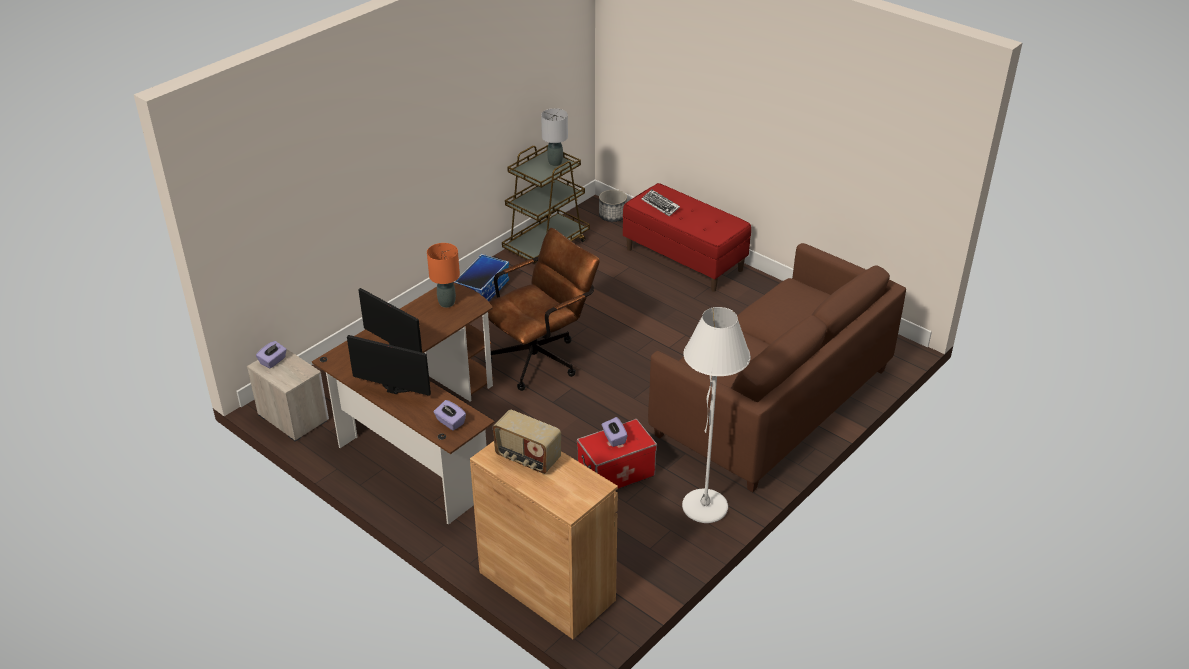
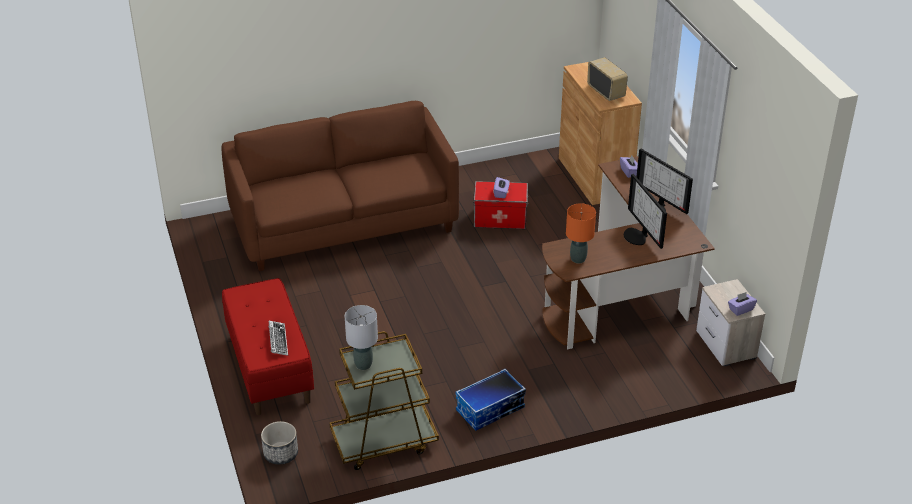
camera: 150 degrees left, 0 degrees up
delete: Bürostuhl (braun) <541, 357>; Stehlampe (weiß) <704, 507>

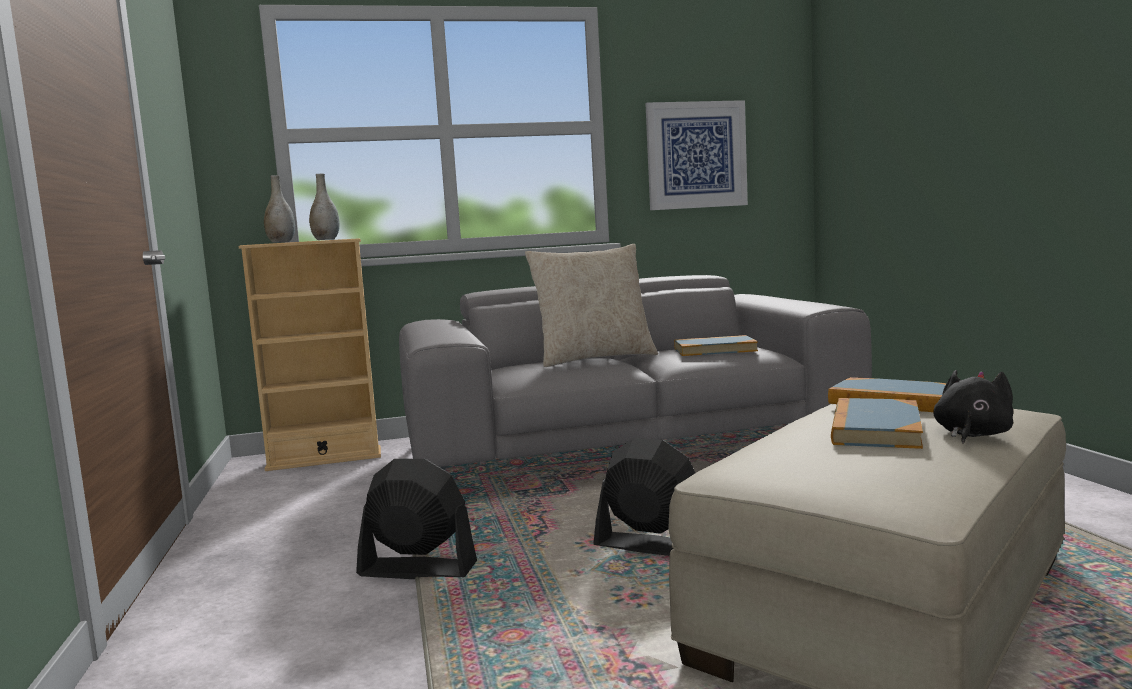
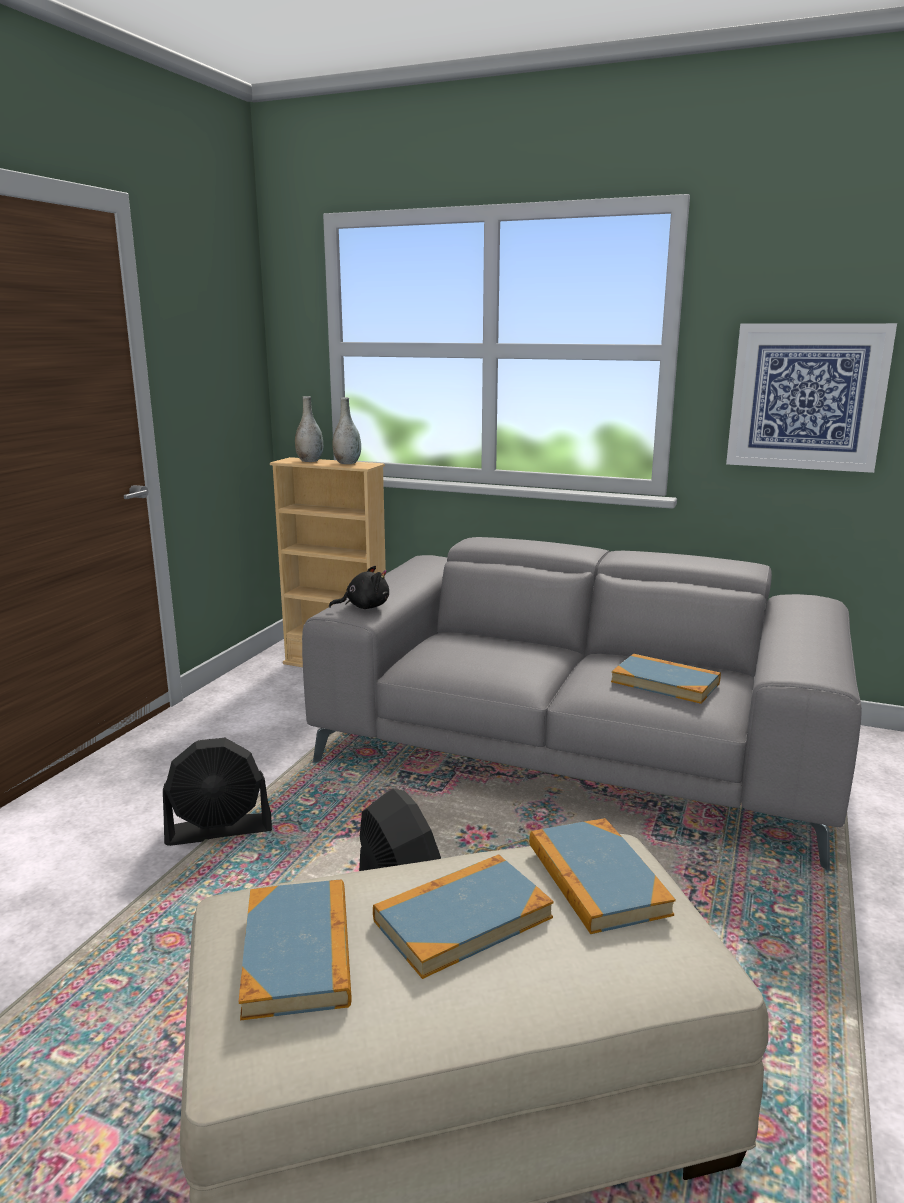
camera: 35 degrees right, 10 degrees up
delete: Kissen (beige) <594, 358>
insert: Buch <298, 952>
move: Plüschtier (schwarz) <972, 435> to <364, 607>
rotate: Ventilator (schwarz) <417, 569> = <220, 830> 120 degrees clockwise

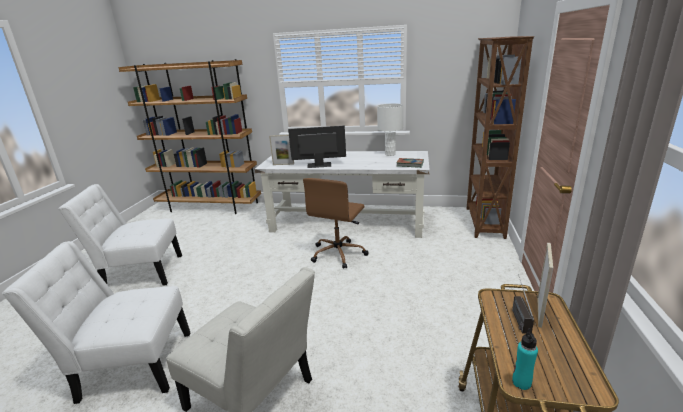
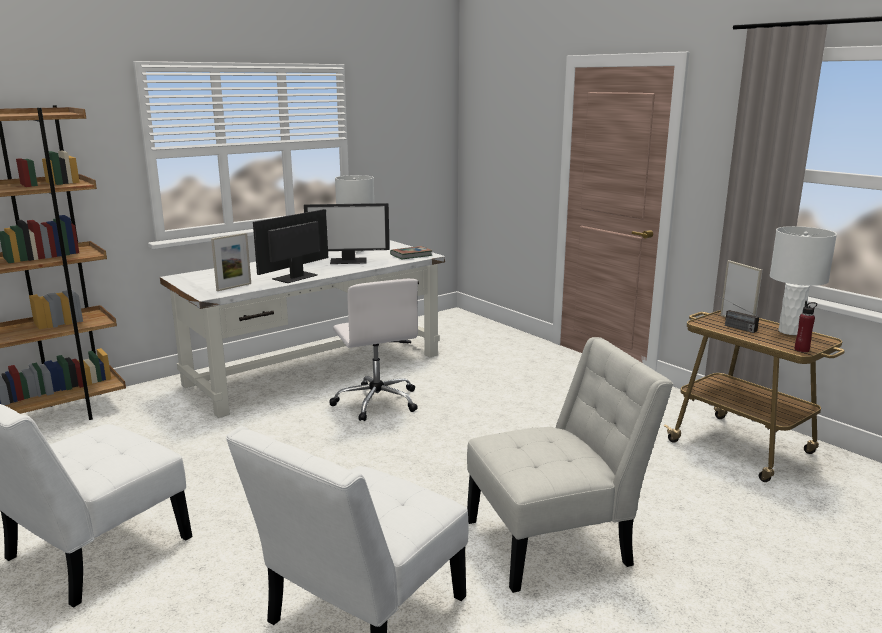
camera: 50 degrees left, 5 degrees down
delete: Bücherregal (braun) <484, 222>
insert: Monitor <349, 261>; Tischlampe (weiß) <789, 331>
recolor: Bürostuhl (braun) <338, 254> to Bürostuhl (weiß) <377, 402>; Flasche (türkis) <521, 382> to Flasche (rot) <801, 350>

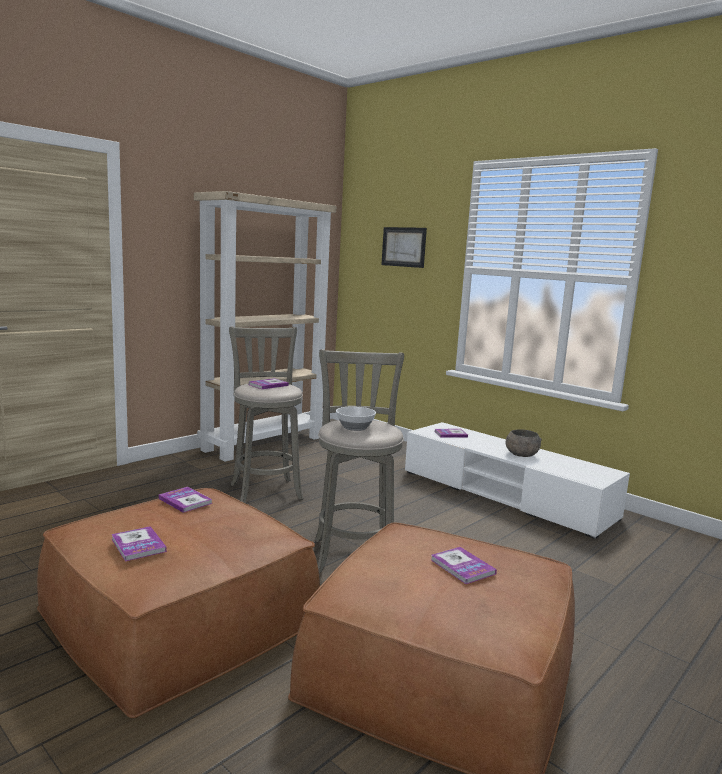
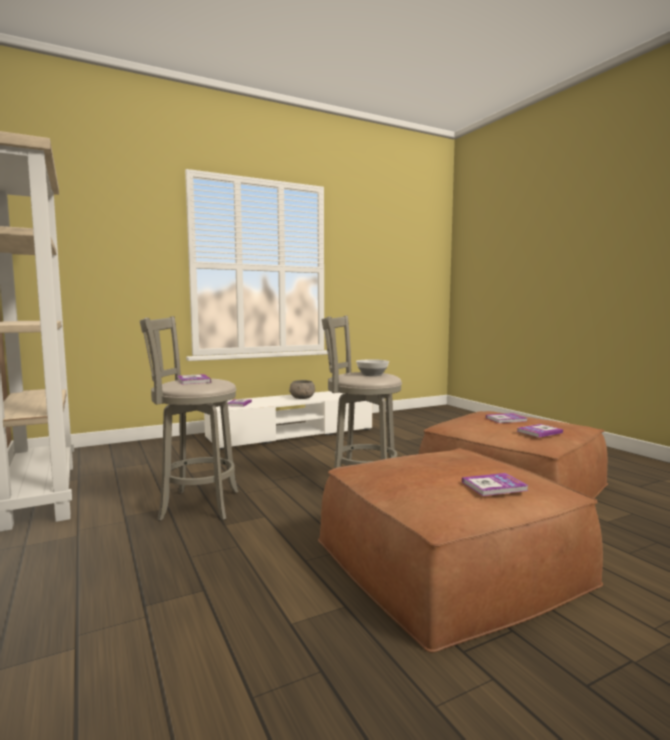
camera: 70 degrees left, 5 degrees down
delete: Bild <403, 247>
move: Buch <185, 501> to <539, 432>

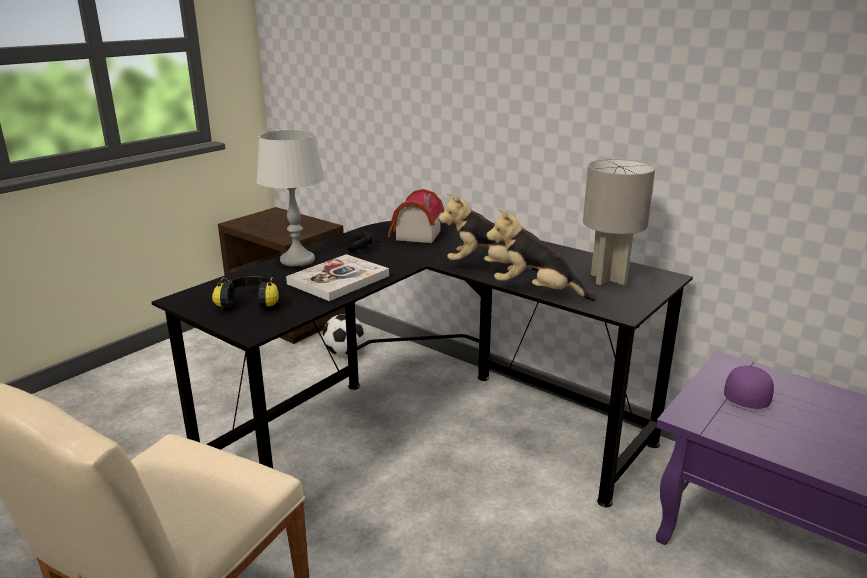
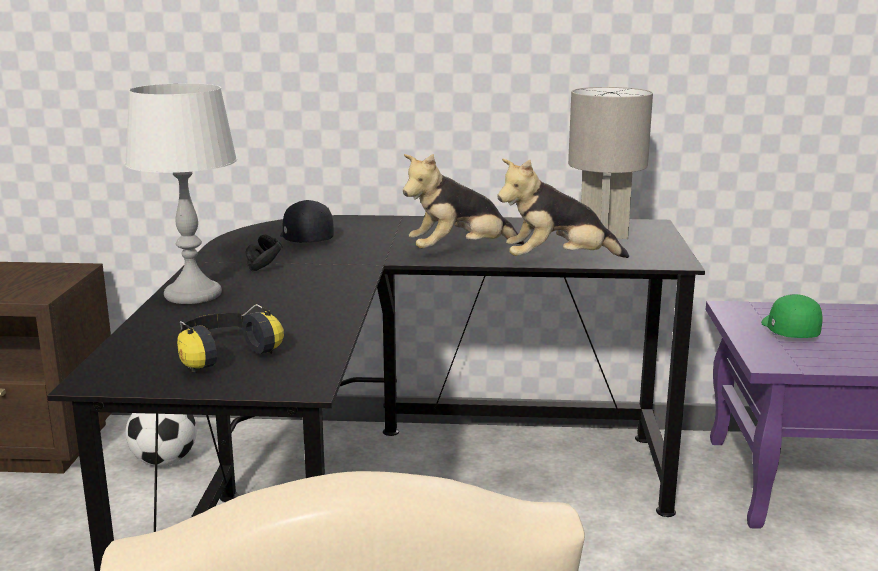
camera: 35 degrees left, 5 degrees down
delete: Buch <338, 280>
replace: Spielzeughaus <415, 235> to Kappe (schwarz) <305, 238>
recolor: Kappe (lila) <747, 396> to Kappe (grün) <788, 330>

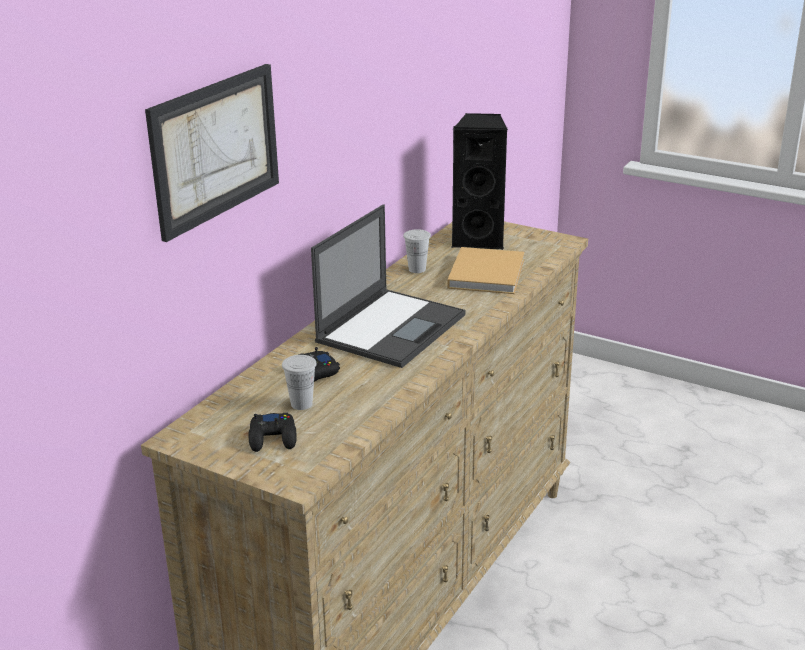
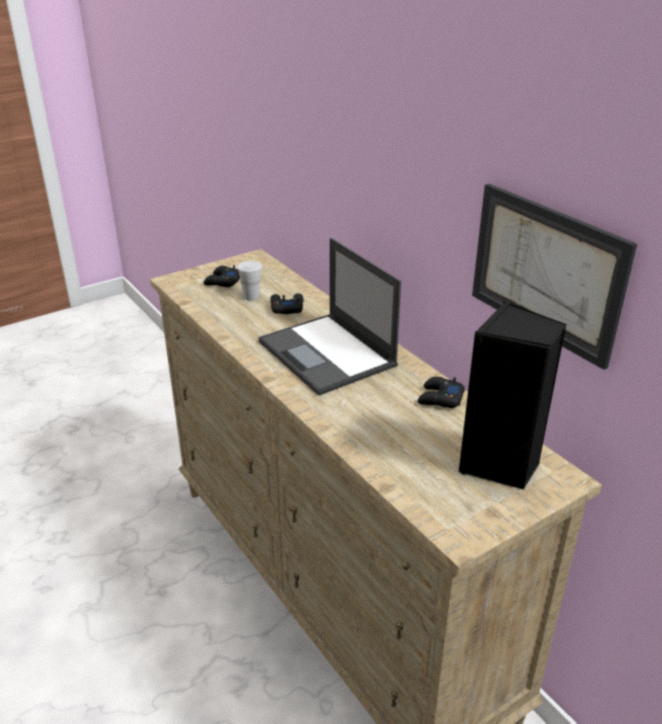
camera: 115 degrees right, 5 degrees up
delete: Buch (beige) <487, 272>
move: Bild <215, 149> to <546, 272>
replace: Tasse (weiß) <417, 269> to Gamepad (schwarz) <440, 398>

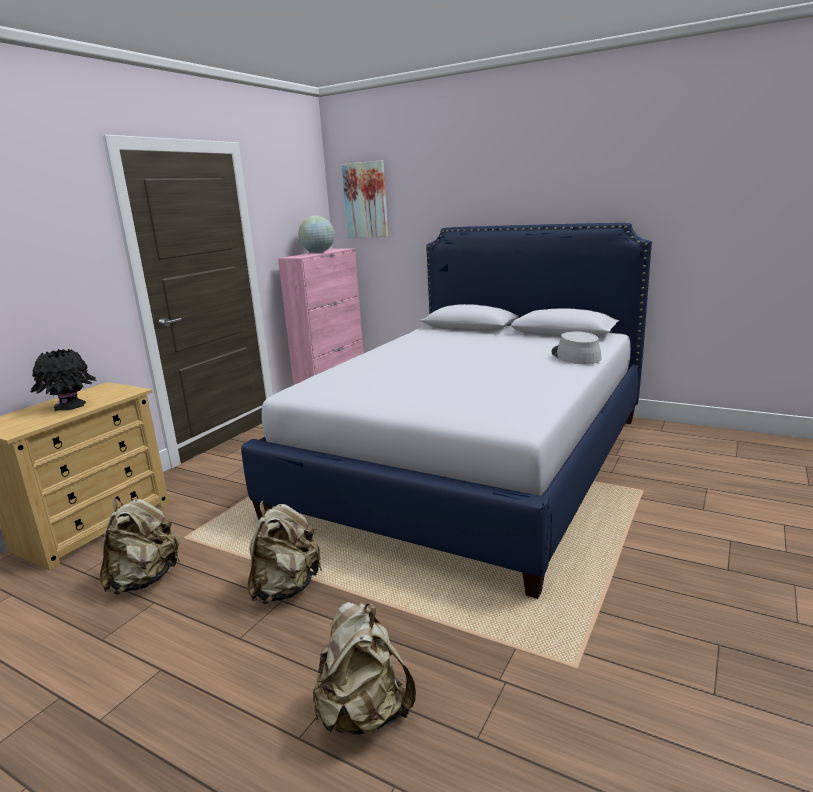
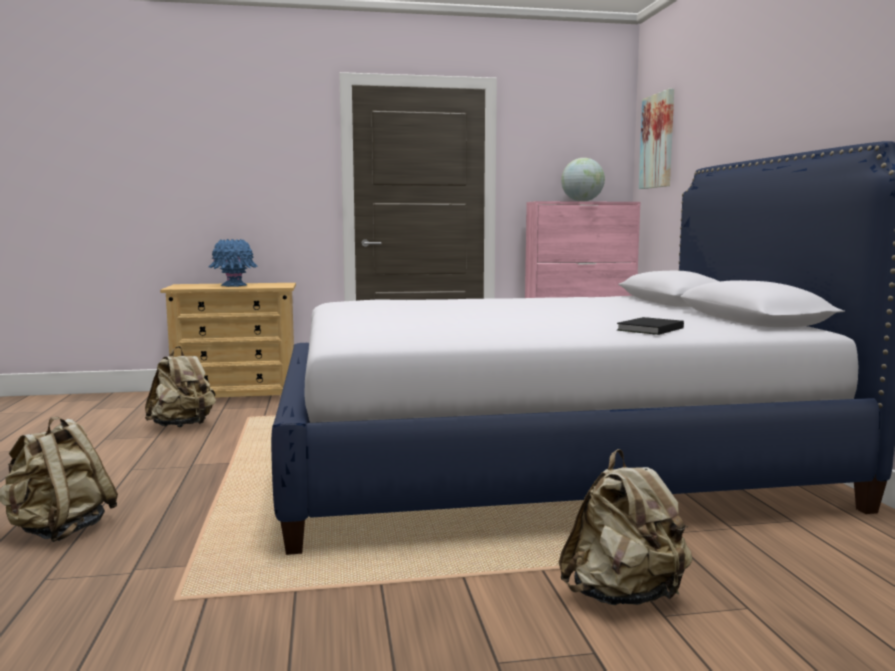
camera: 50 degrees right, 10 degrees down
move: Rucksack (beige) <286, 588> to <623, 596>
replace: Hut (grau) <575, 356> to Buch (schwarz) <648, 329>
recolor: Vase (schwarz) <69, 406> to Vase (blau) <234, 285>

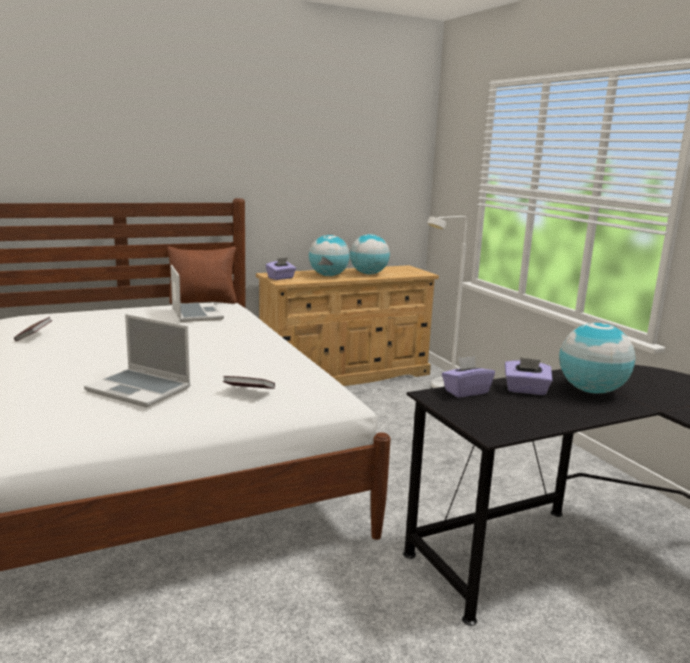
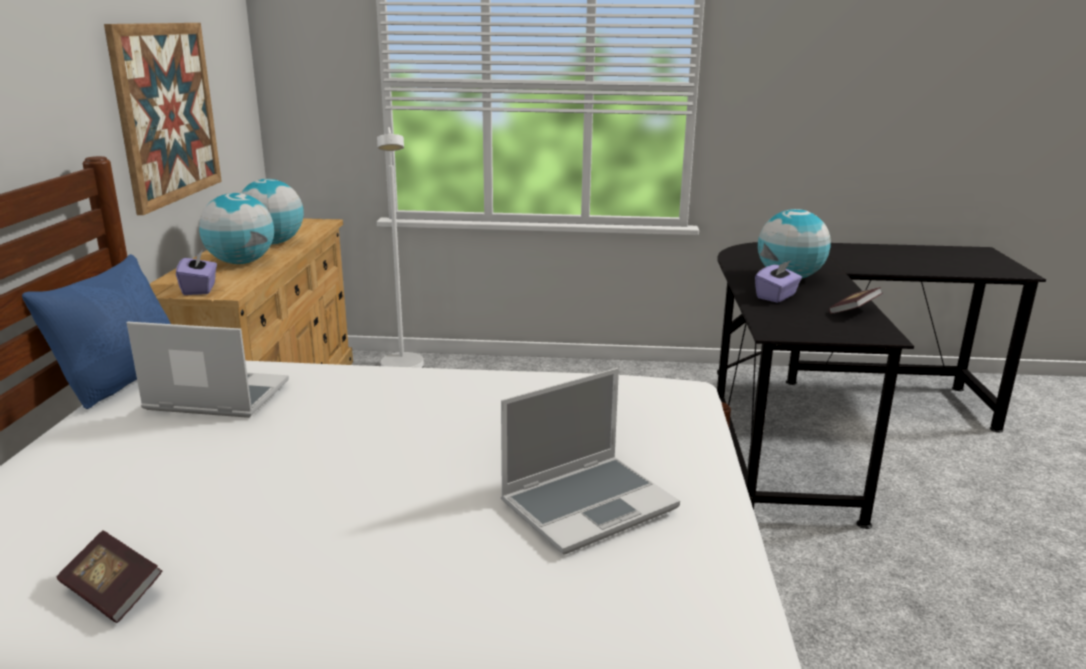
camera: 60 degrees left, 5 degrees up
delete: Taschentuchbox (lila) <466, 392>
insert: Bild <167, 113>
move: Buch <249, 392> to <853, 311>
recolor: Kissen (braun) <203, 302> to Kissen (blau) <123, 380>

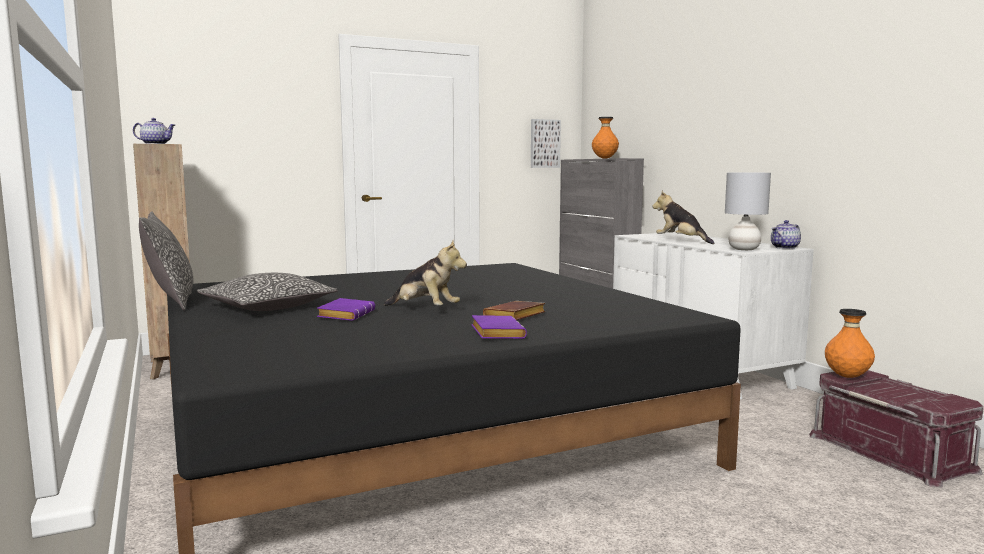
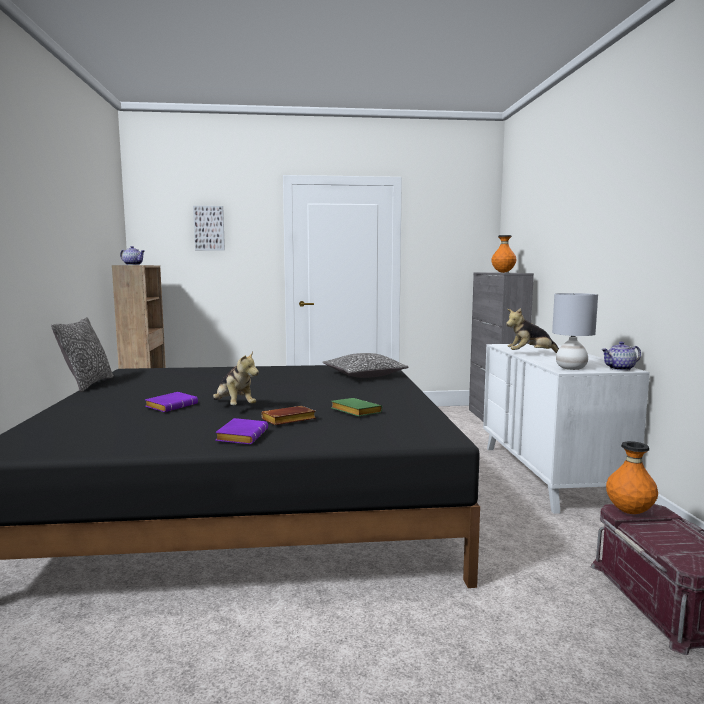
camera: 20 degrees right, 0 degrees up
insert: Buch (grün) <354, 411>
move: Kissen <268, 307> to <364, 375>; Bild <544, 143> to <209, 228>
rotate: Plüschtier <681, 241> = <530, 355> 75 degrees counterclockwise

